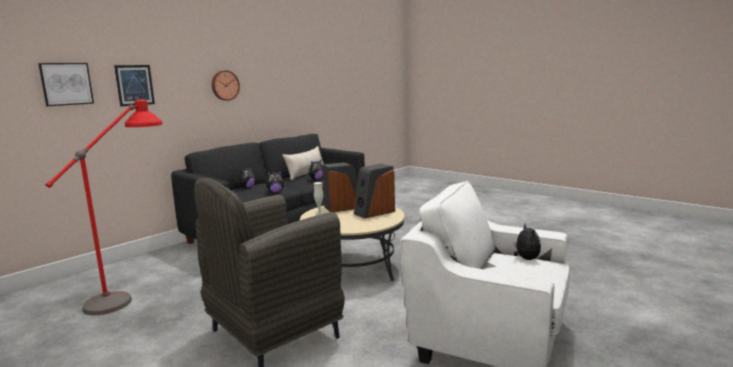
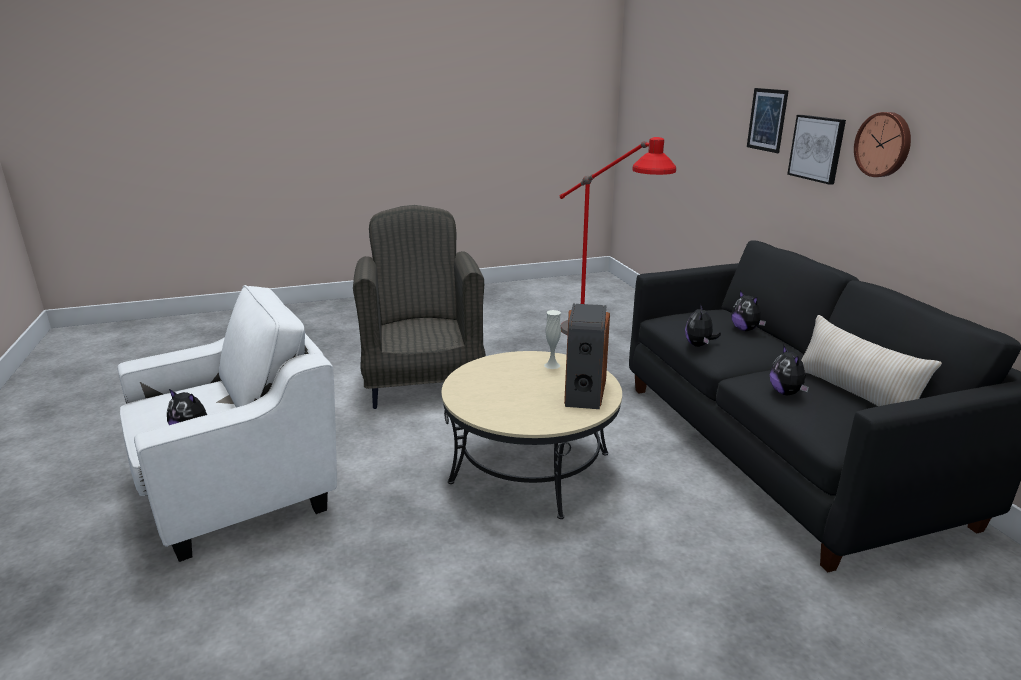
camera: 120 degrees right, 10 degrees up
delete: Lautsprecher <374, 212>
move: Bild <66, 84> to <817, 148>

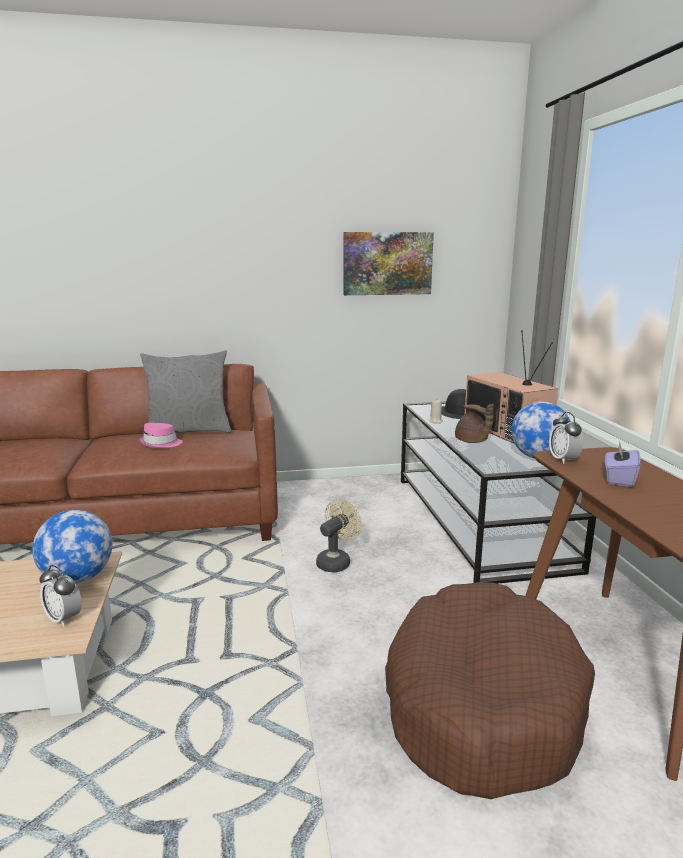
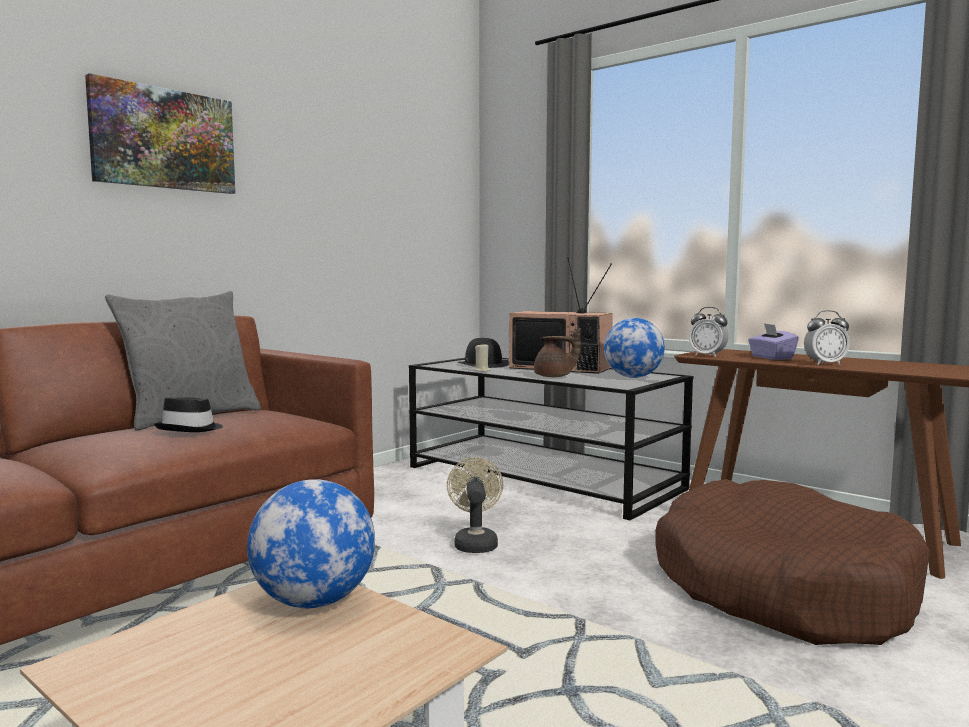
camera: 40 degrees left, 10 degrees down
move: Wecker <64, 618> to <825, 364>; Bild <387, 263> to <164, 139>
recolor: Hut (rosa) <161, 444> to Hut (schwarz) <191, 429>

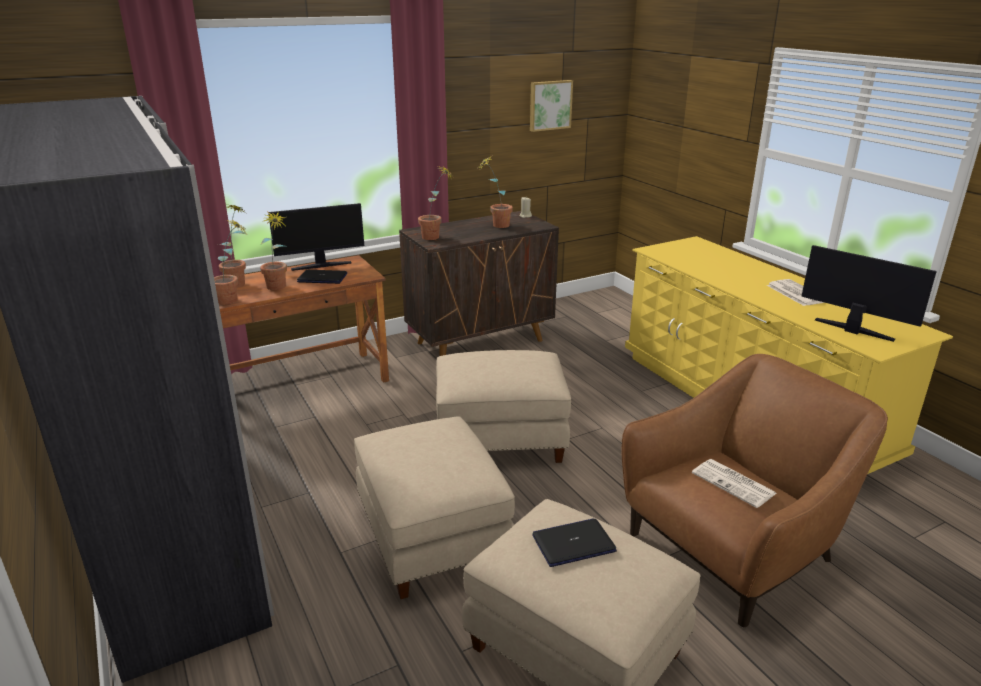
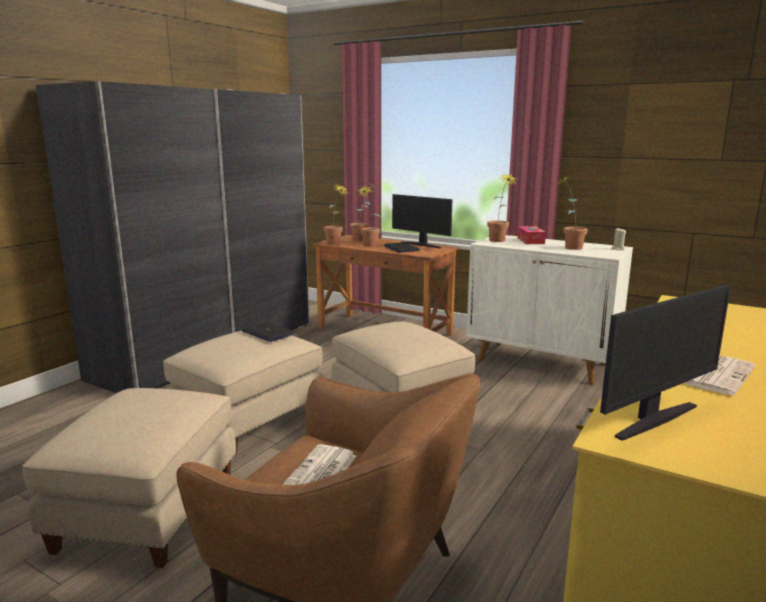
camera: 60 degrees right, 10 degrees down
delete: Bild <549, 105>
insert: Taschentuchbox <530, 241>
move: Laptop <573, 543> to <268, 333>
recolor: Schrank (braun) <481, 341> to Schrank (weiß) <542, 363>
rotate: Monitor <852, 330> = <653, 419> 45 degrees clockwise

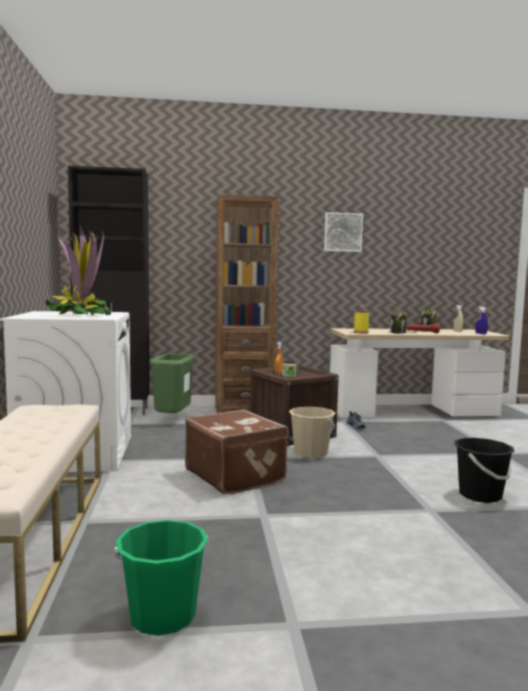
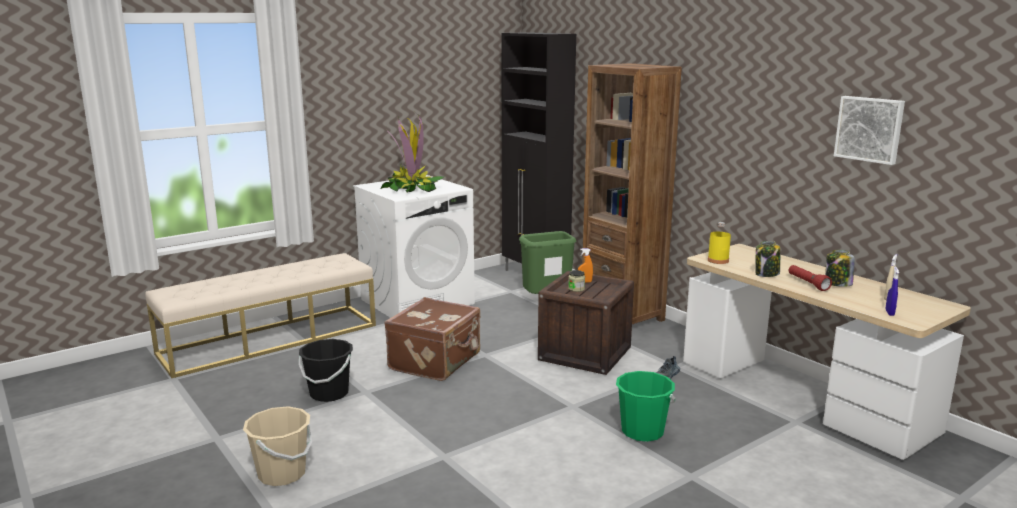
camera: 60 degrees right, 10 degrees up
move: Eimer (grün) <162, 616> to <642, 431>; Eimer (beige) <311, 453> to <282, 474>; Bild <342, 232> to <869, 129>; Eimer (schwarz) <480, 495> to <329, 393>

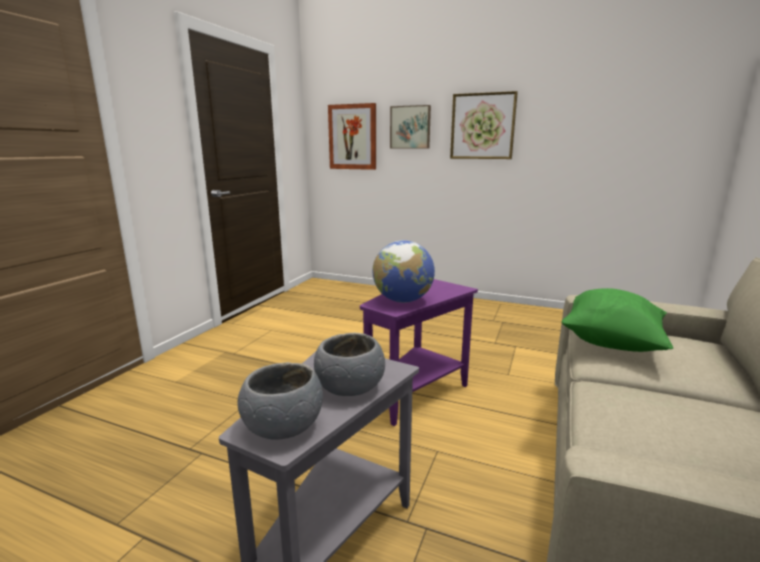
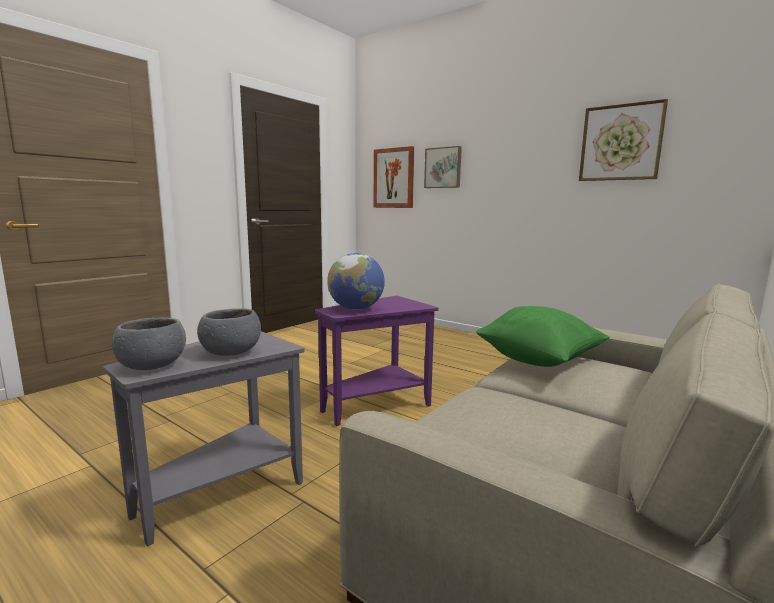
camera: 15 degrees right, 5 degrees down
move: Bild <482, 126> to <620, 143>

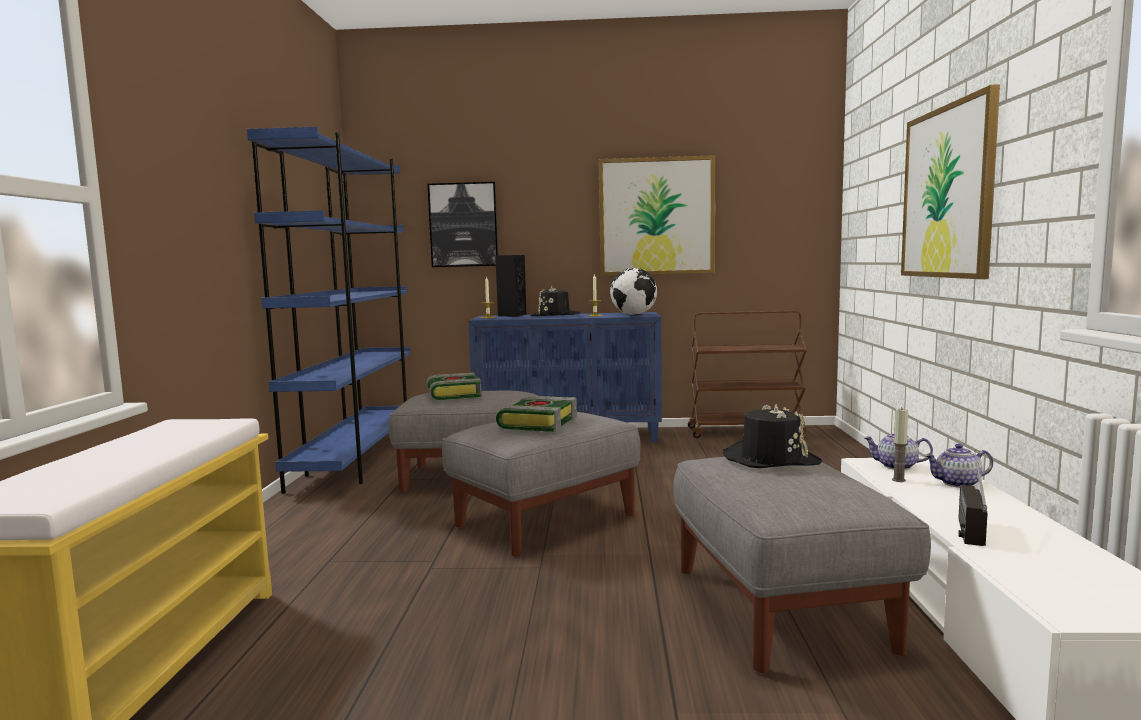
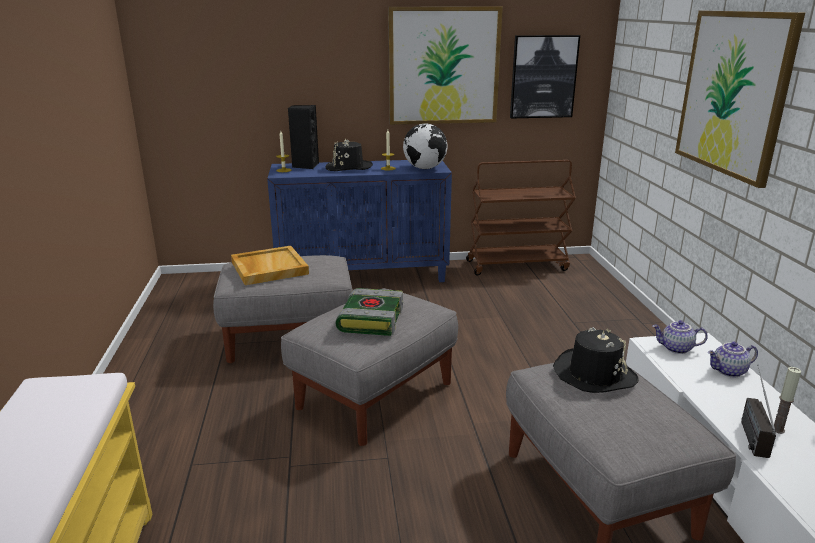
camera: 10 degrees left, 15 degrees up
delete: Bücherregal (blau) <356, 459>
move: Bild <463, 225> to <543, 77>; Kerze <898, 480> to <778, 429>
replace: Buch <452, 395> to Tablett (beige) <268, 268>

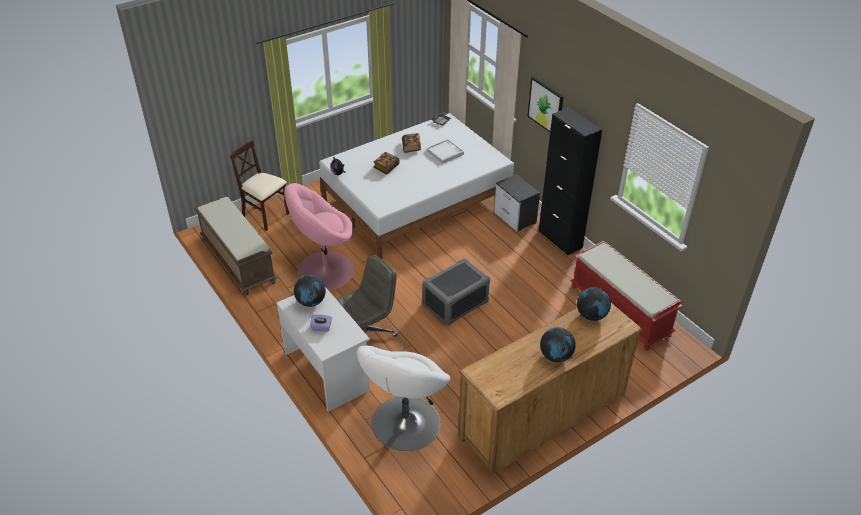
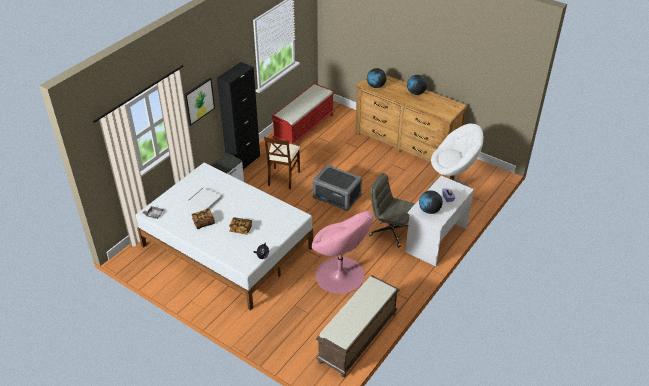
camera: 110 degrees left, 0 degrees up
move: Stuhl (beige) <265, 216> to <283, 178>

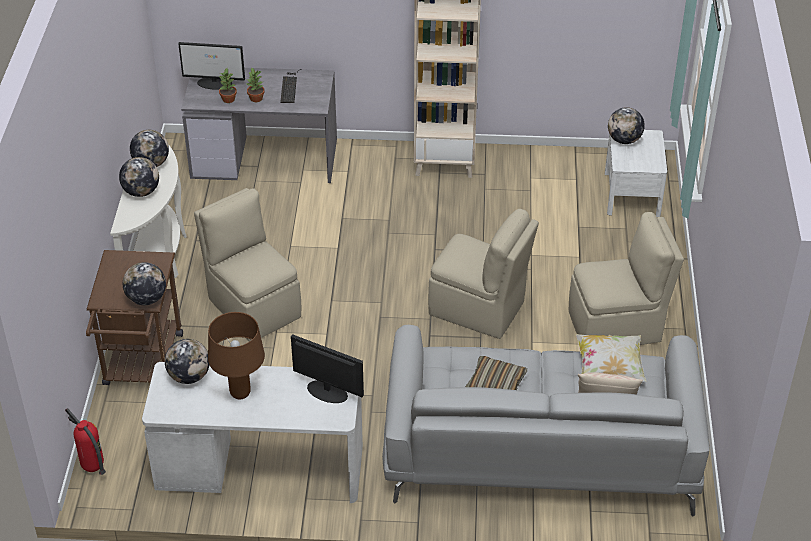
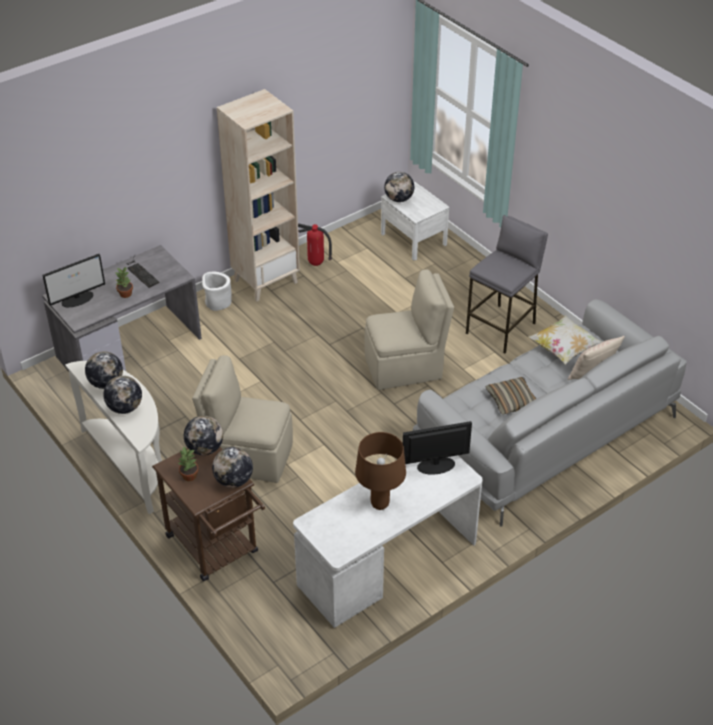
camera: 40 degrees left, 0 degrees up
insert: Pflanzkübel (weiß) <217, 303>
move: Feuerlöscher <92, 468> to <315, 264>; Globus <189, 376> to <205, 448>; Topfpflanze <228, 99> to <189, 476>
replace: Stuhl (beige) <617, 326> to Hocker (grau) <501, 328>

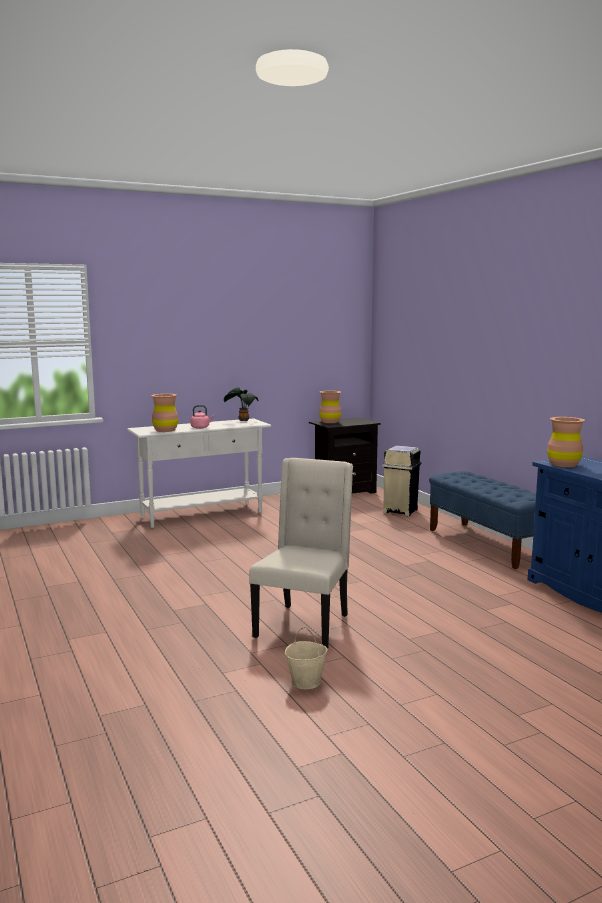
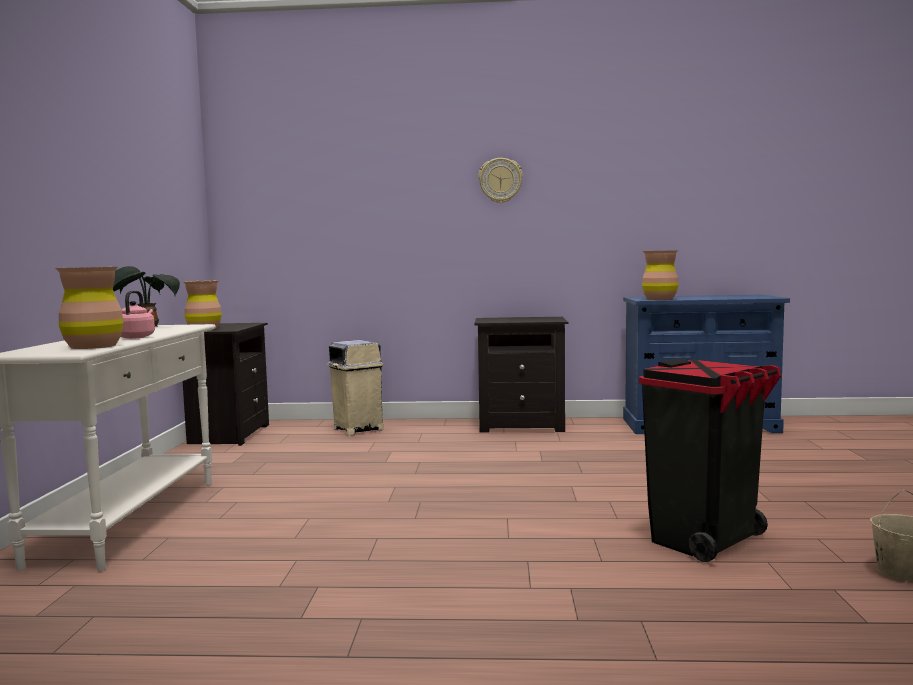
camera: 60 degrees left, 5 degrees down
insert: Wanduhr <500, 180>
replace: Stuhl (beige) <304, 625> to Mülleimer (schwarz) <704, 540>; Bank (blau) <488, 544> to Nachttisch (schwarz) <521, 425>

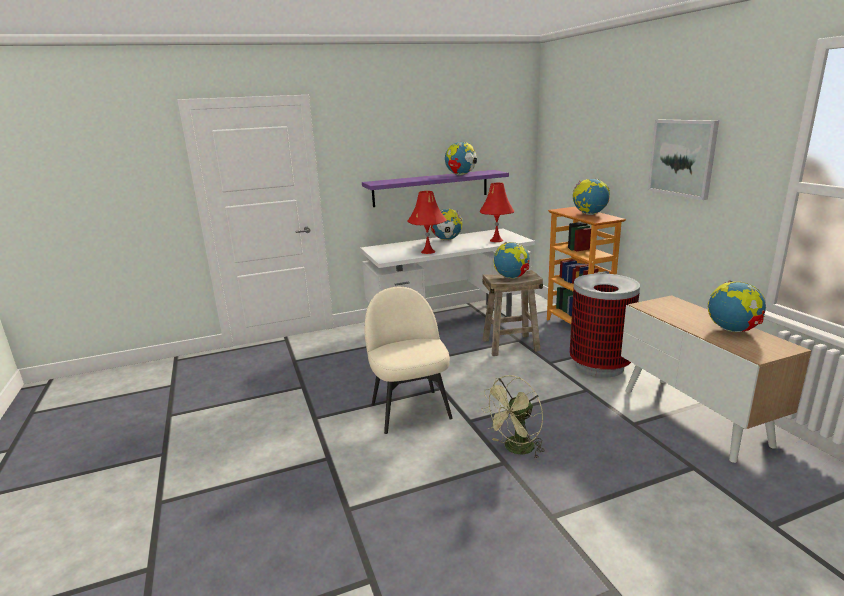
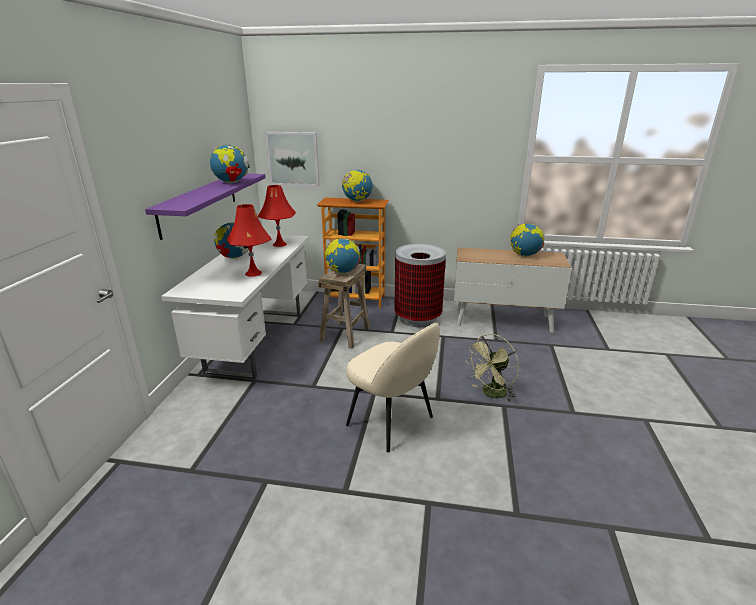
camera: 60 degrees left, 5 degrees up
move: Bild <682, 158> to <293, 159>
rotate: Stuhl (beige) <410, 410> = <392, 422> 150 degrees counterclockwise; Ventilator (grün) <515, 449> = <491, 394> 60 degrees clockwise

